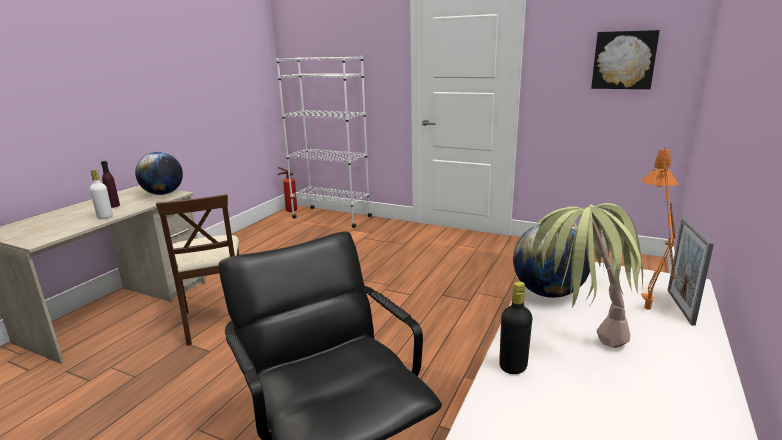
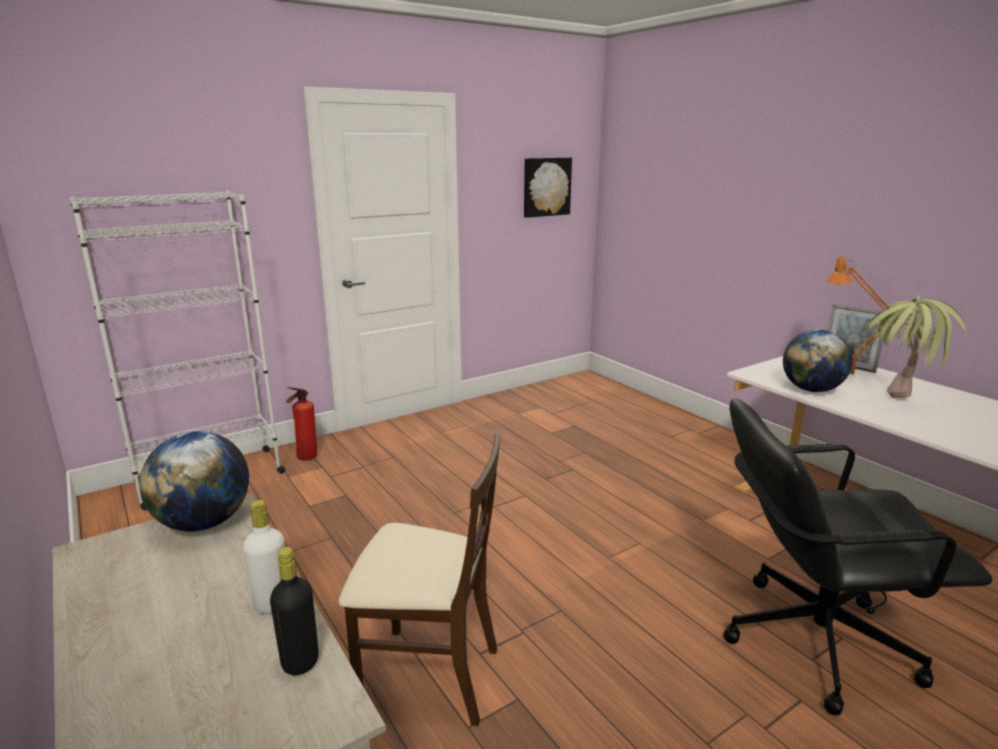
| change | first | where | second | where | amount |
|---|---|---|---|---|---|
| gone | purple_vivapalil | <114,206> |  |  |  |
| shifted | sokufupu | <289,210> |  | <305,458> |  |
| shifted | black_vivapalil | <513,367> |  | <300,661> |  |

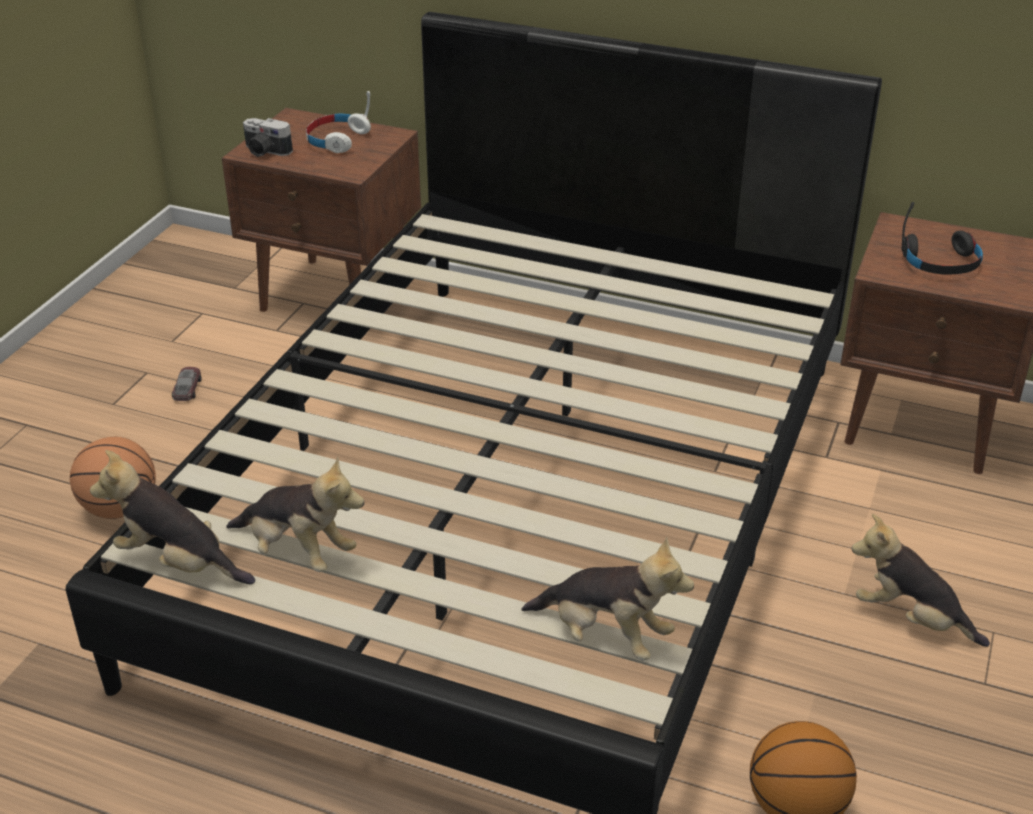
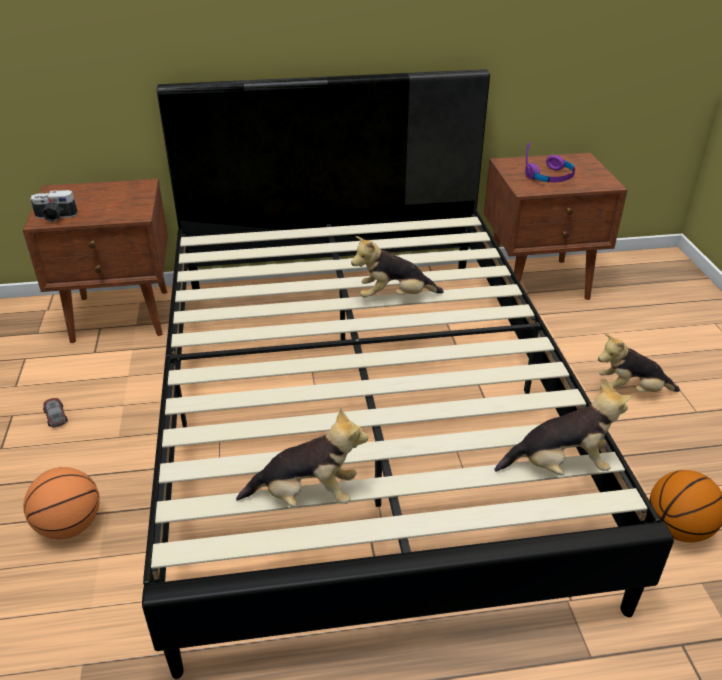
| change | first | where | second | where | amount |
|---|---|---|---|---|---|
| gone | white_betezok | <337,140> |  |  |  |
| repainted | black_betezok | <941,263> | purple_betezok | <550,177> |  |
| shifted | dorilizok | <178,563> |  | <394,297> |  |

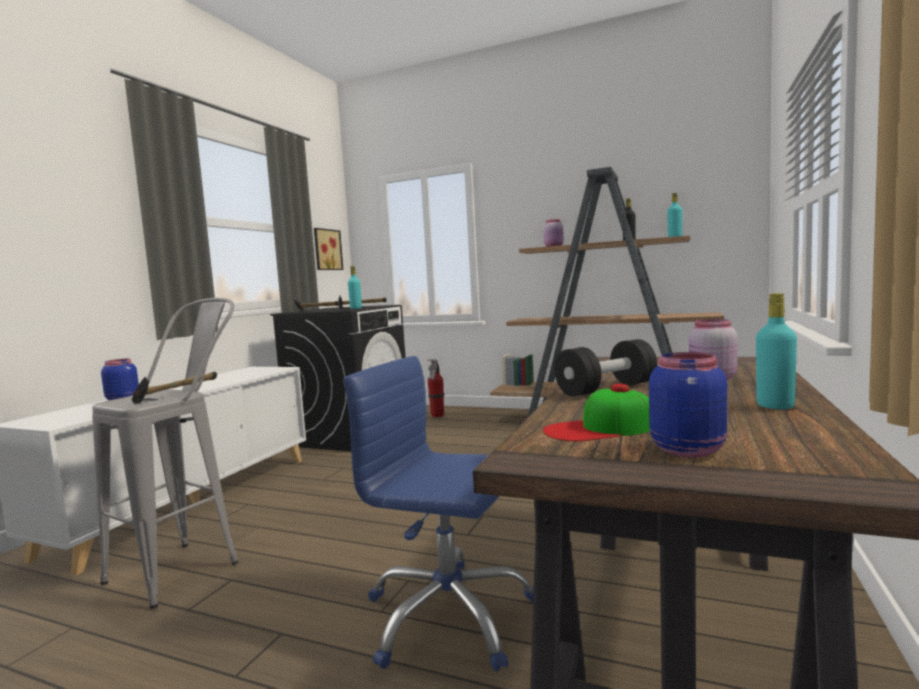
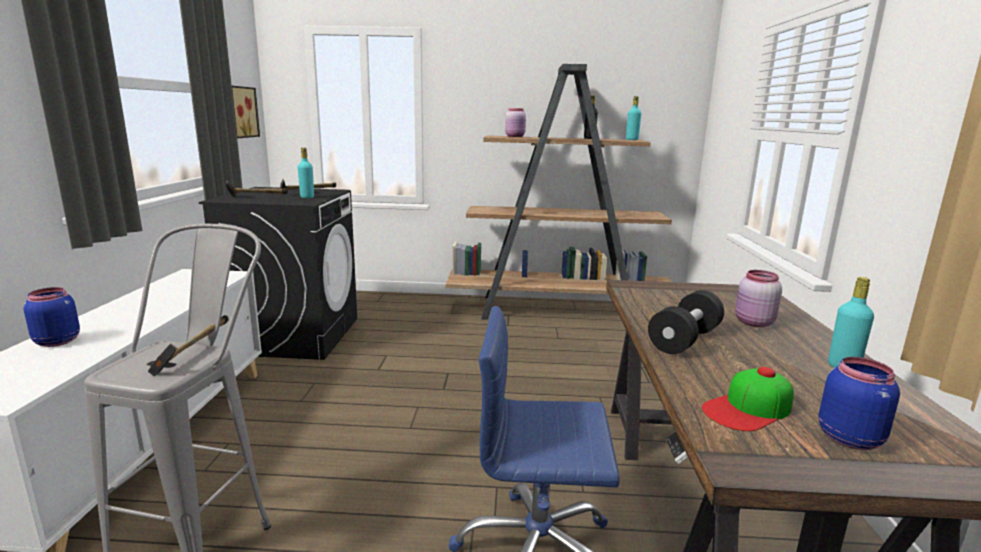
| change | first | where | second | where | amount |
|---|---|---|---|---|---|
| gone | sokufupu | <437,415> |  |  |  |

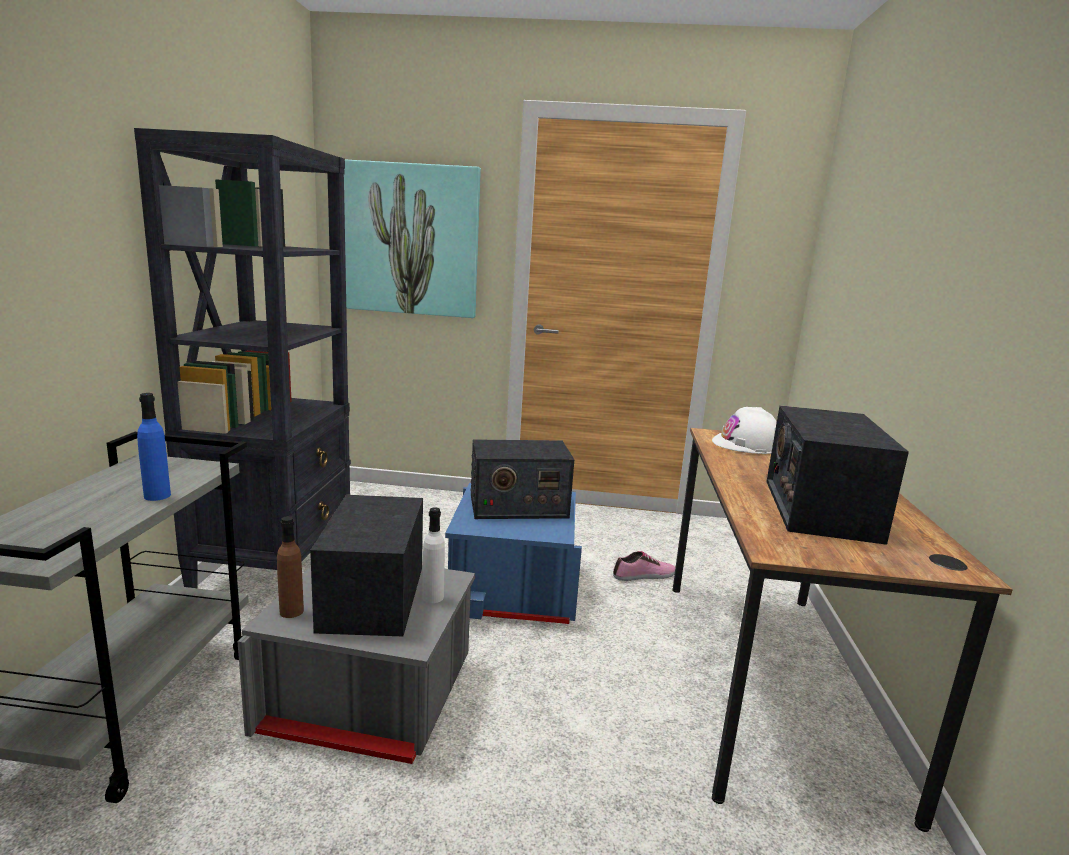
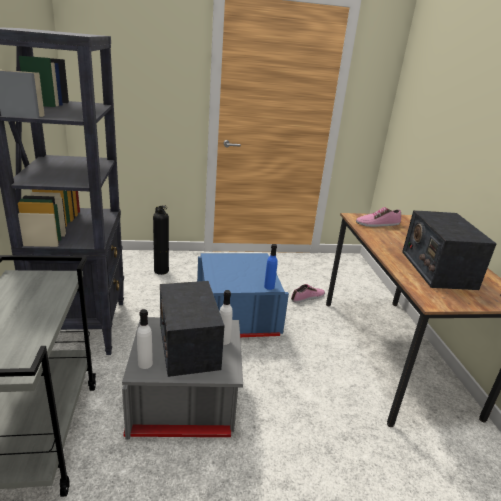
| change | first | where | second | where | amount |
|---|---|---|---|---|---|
| gone | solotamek | <408,240> |  |  |  |
| shifted | blue_vivapalil | <157,496> |  | <269,287> |  |
| swapped | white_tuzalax | <747,444> | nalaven | <377,223> |  |
| gone | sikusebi | <517,506> |  |  |  |
| repainted | brown_vivapalil | <291,611> | white_vivapalil | <145,364> |  |
| new |  |  | sokufupu | <161,270> |  |

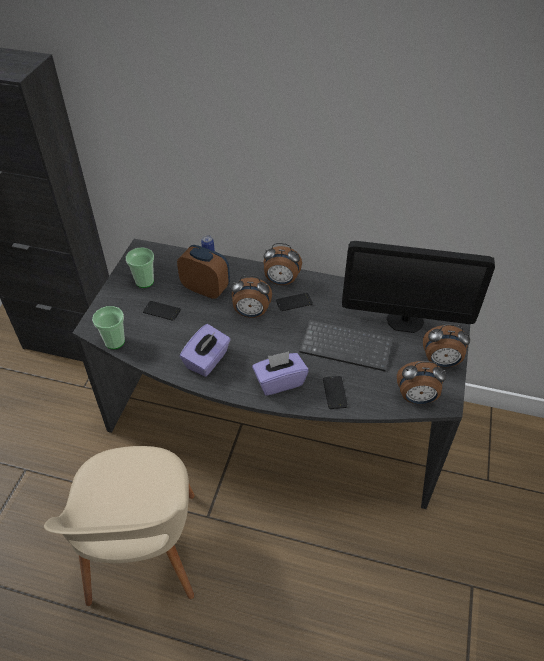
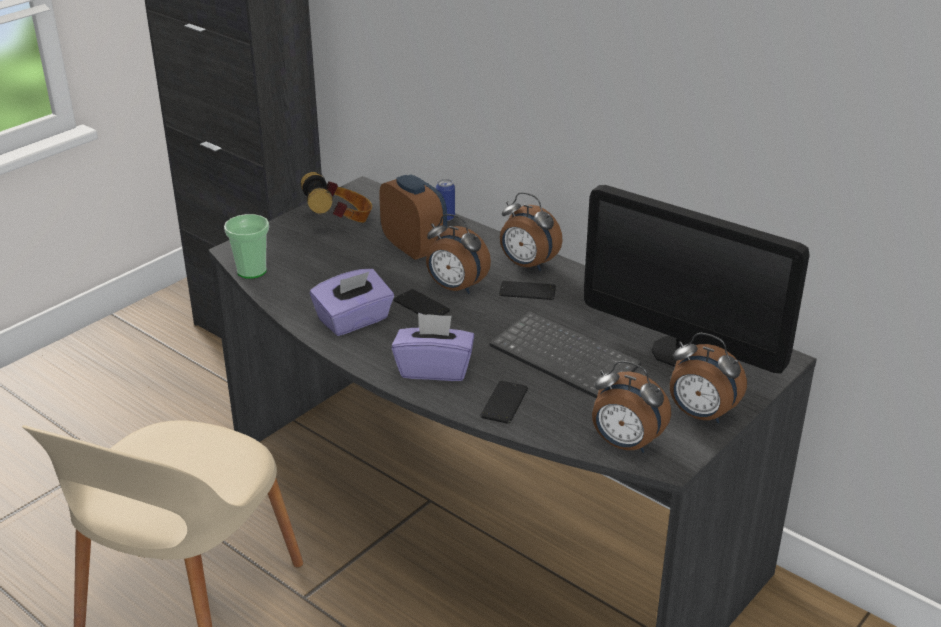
| change | first | where | second | where | amount |
|---|---|---|---|---|---|
| swapped | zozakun | <144,281> | betezok | <339,221> |  |
| shifted | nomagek | <161,311> |  | <421,306> |  |

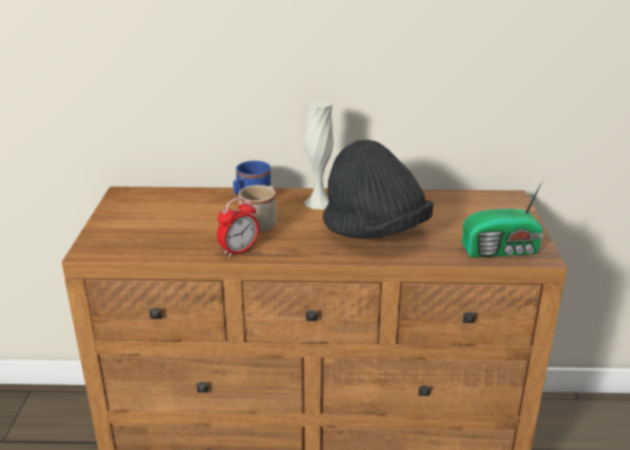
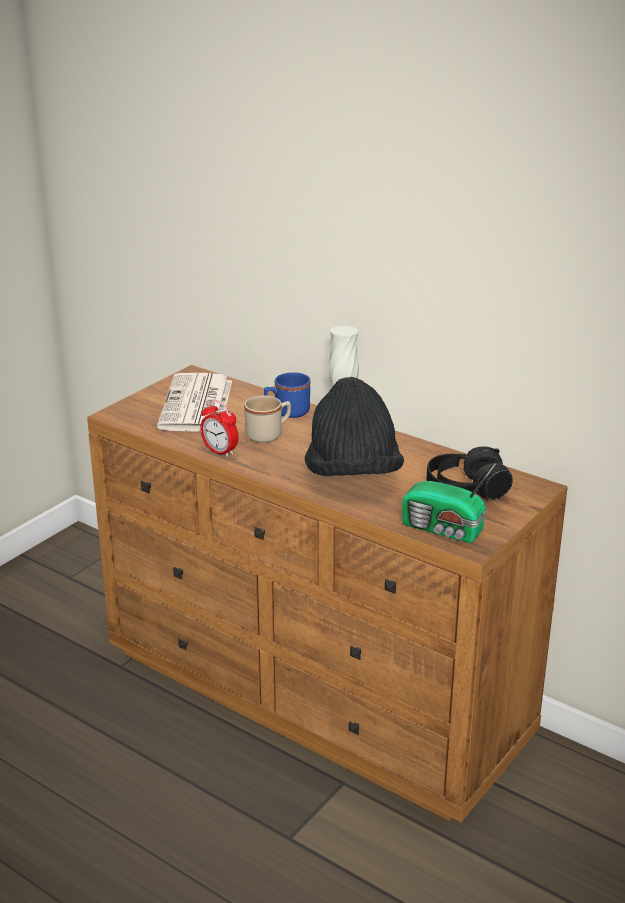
| change | first | where | second | where | amount |
|---|---|---|---|---|---|
| rotated | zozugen | <239,251> |  | <220,451> | 45 degrees clockwise |
| new |  |  | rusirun | <197,405> |  |
| new |  |  | black_betezok | <466,489> |  |

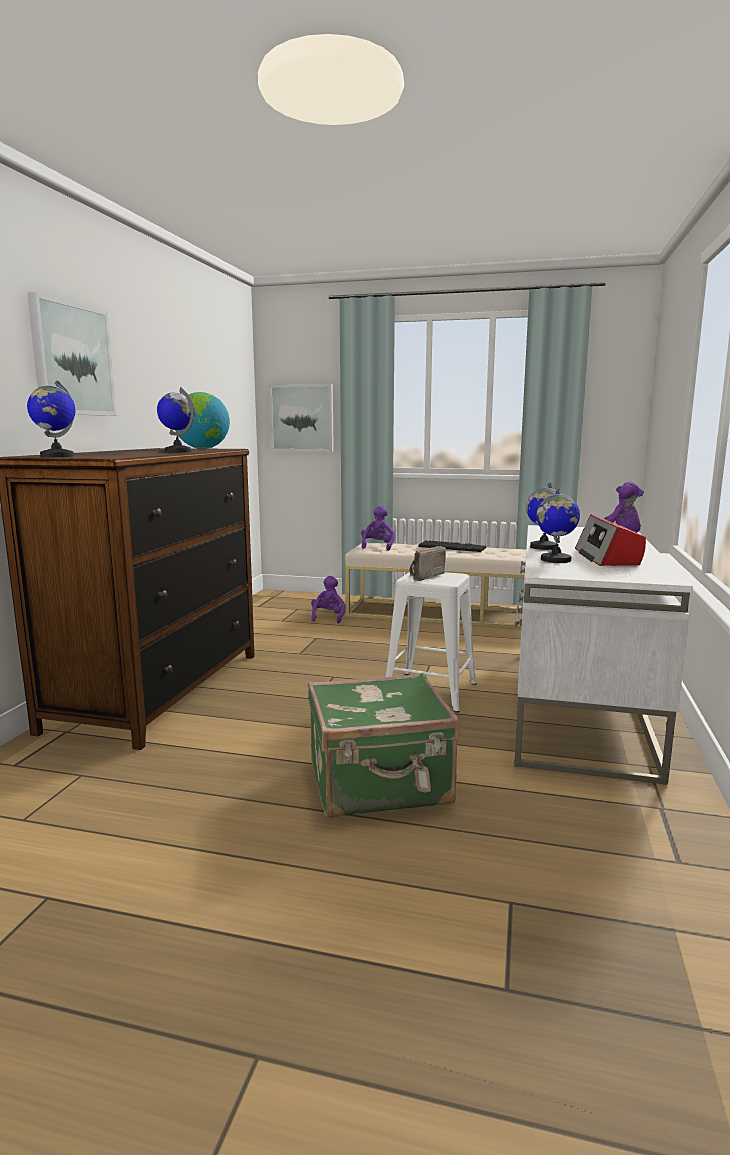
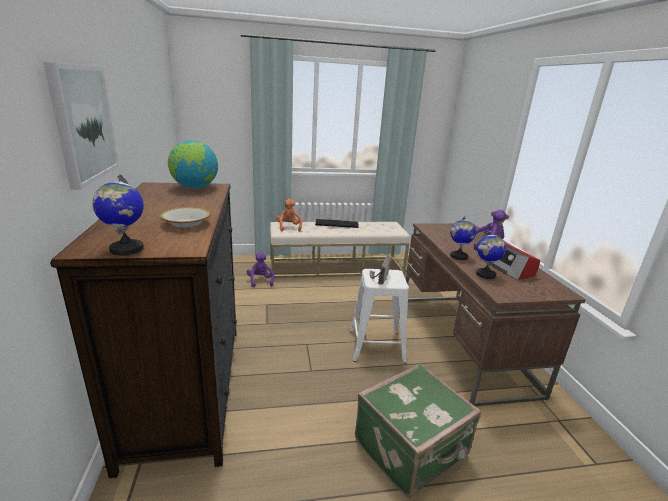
| change | first | where | second | where | amount |
|---|---|---|---|---|---|
| gone | solotamek | <302,418> |  |  |  |
| gone | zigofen | <178,451> |  |  |  |
| repainted | purple_dorilizok | <377,547> | orange_dorilizok | <288,227> |  |
| repainted | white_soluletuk | <578,707> | brown_soluletuk | <463,342> |  |
| new |  |  | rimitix | <186,223> |  |

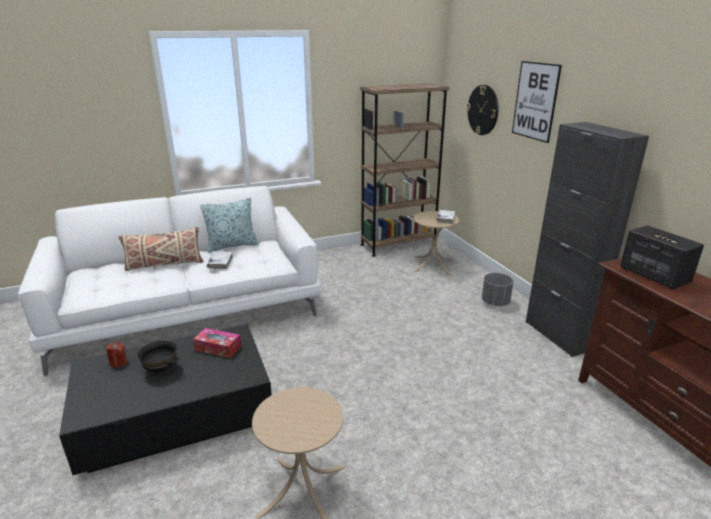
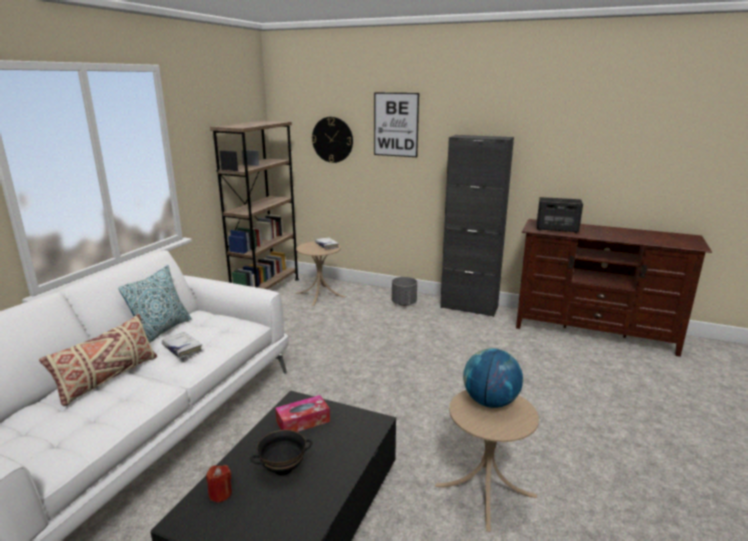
| change | first | where | second | where | amount |
|---|---|---|---|---|---|
| new |  |  | zigofen | <490,402> |  |

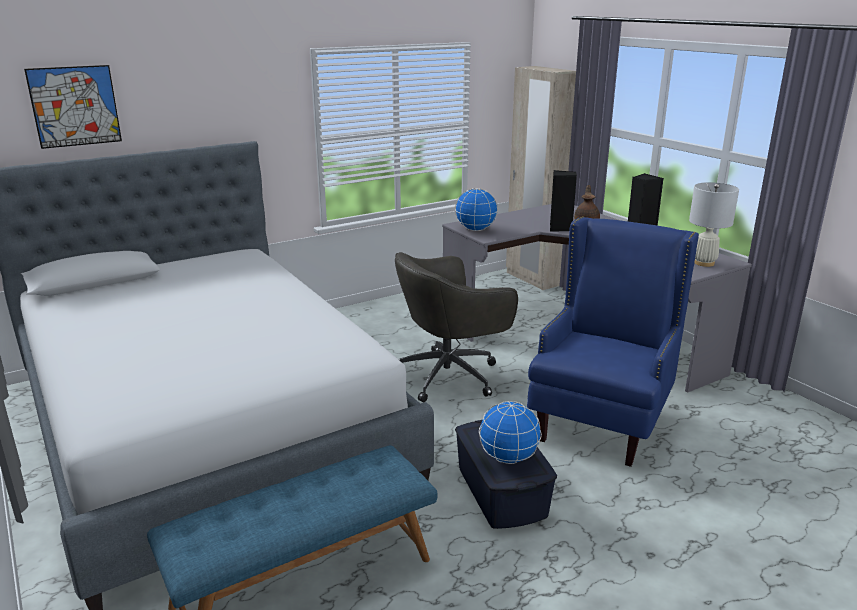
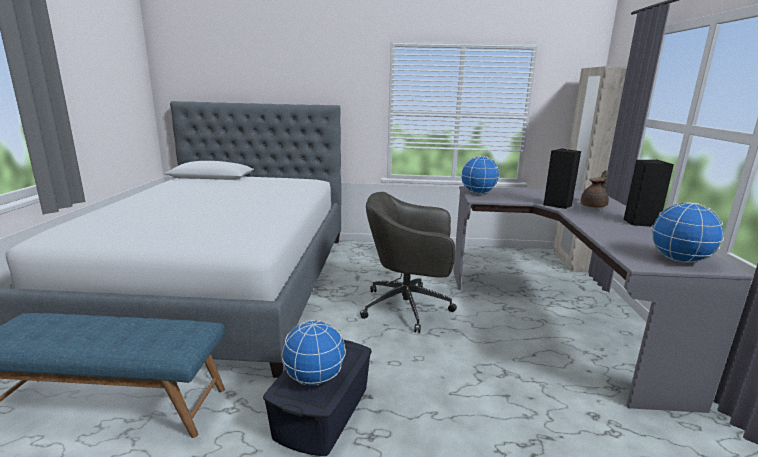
| change | first | where | second | where | amount |
|---|---|---|---|---|---|
| gone | solotamek | <75,106> |  |  |  |
| swapped | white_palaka | <704,263> | zigofen | <679,260> |  |
| gone | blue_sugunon | <600,422> |  |  |  |

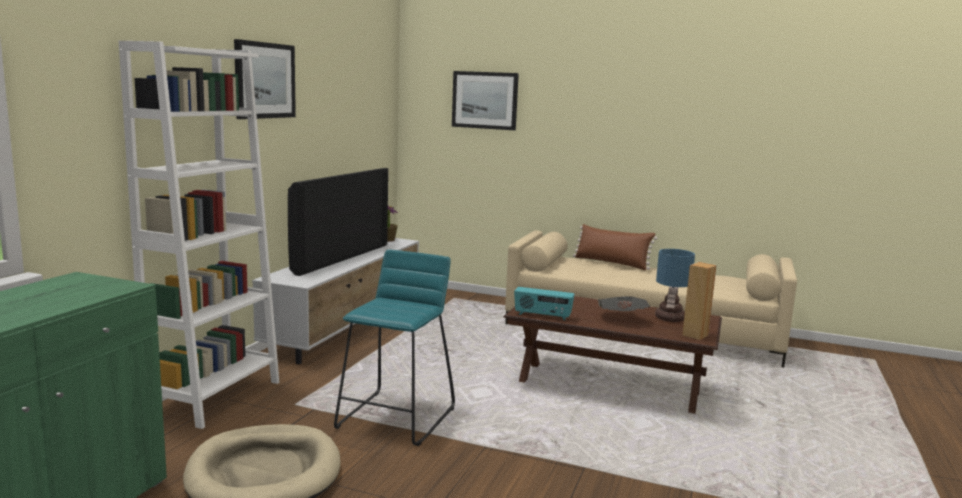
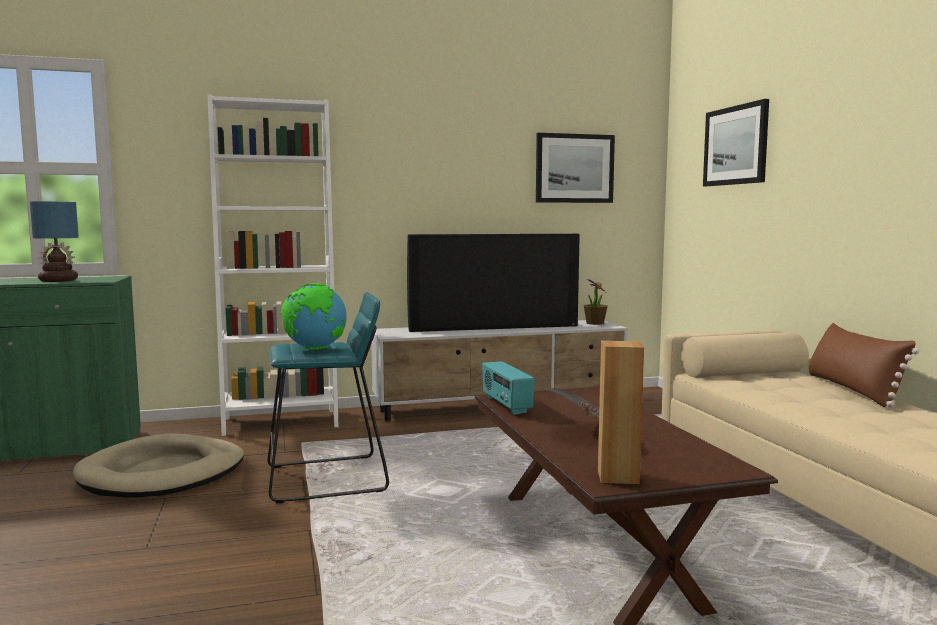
| change | first | where | second | where | amount |
|---|---|---|---|---|---|
| shifted | solotamek | <264,80> |  | <574,168> |  |
| shifted | palaka | <669,317> |  | <60,280> |  |
| new |  |  | zigofen | <315,349> |  |

